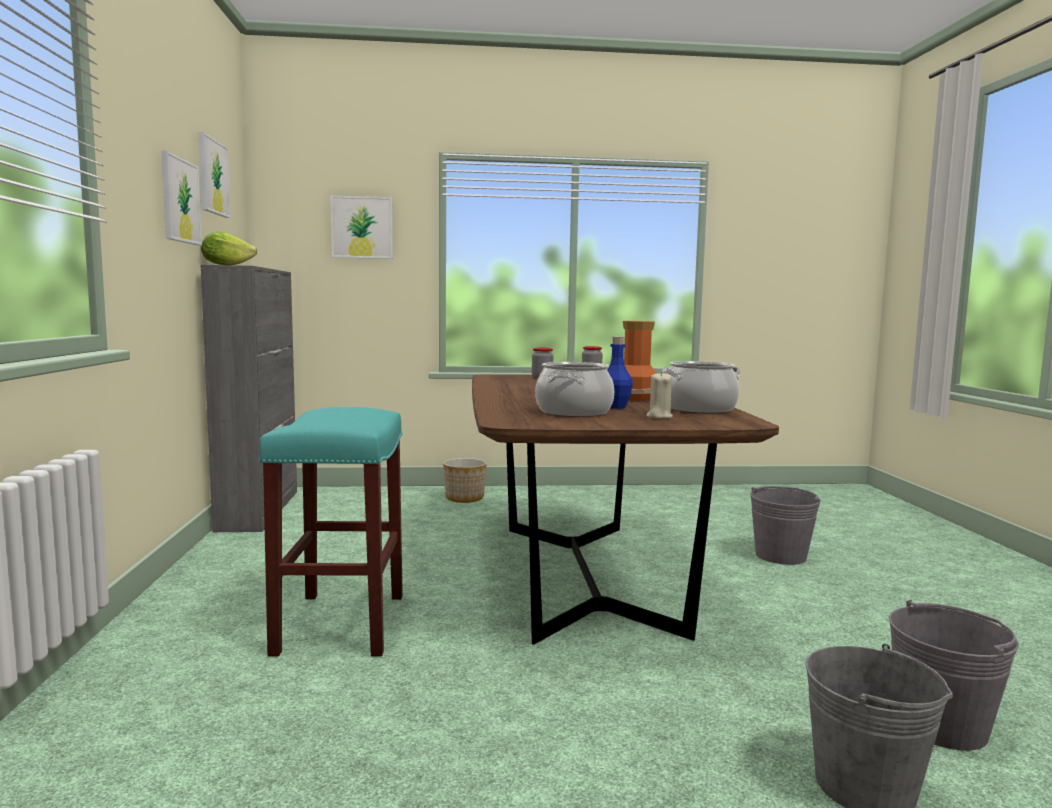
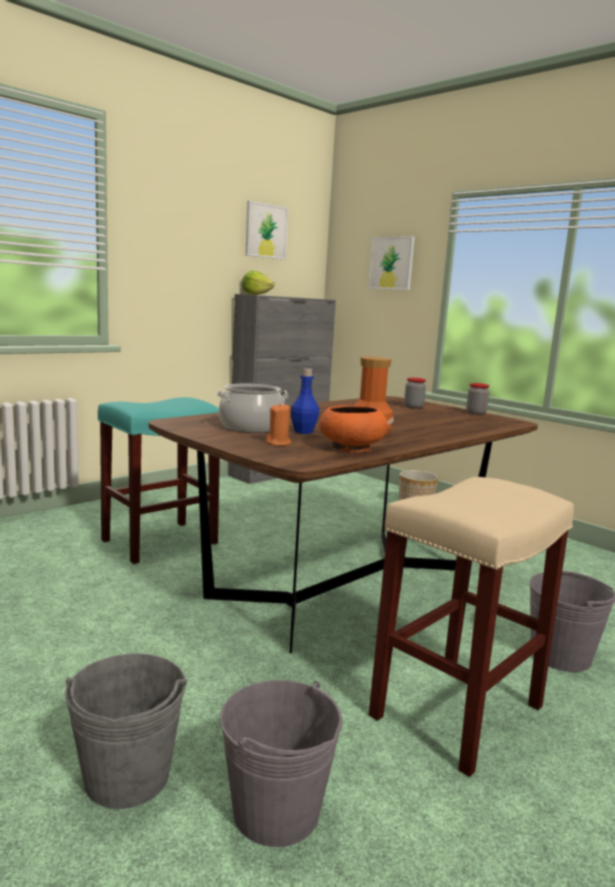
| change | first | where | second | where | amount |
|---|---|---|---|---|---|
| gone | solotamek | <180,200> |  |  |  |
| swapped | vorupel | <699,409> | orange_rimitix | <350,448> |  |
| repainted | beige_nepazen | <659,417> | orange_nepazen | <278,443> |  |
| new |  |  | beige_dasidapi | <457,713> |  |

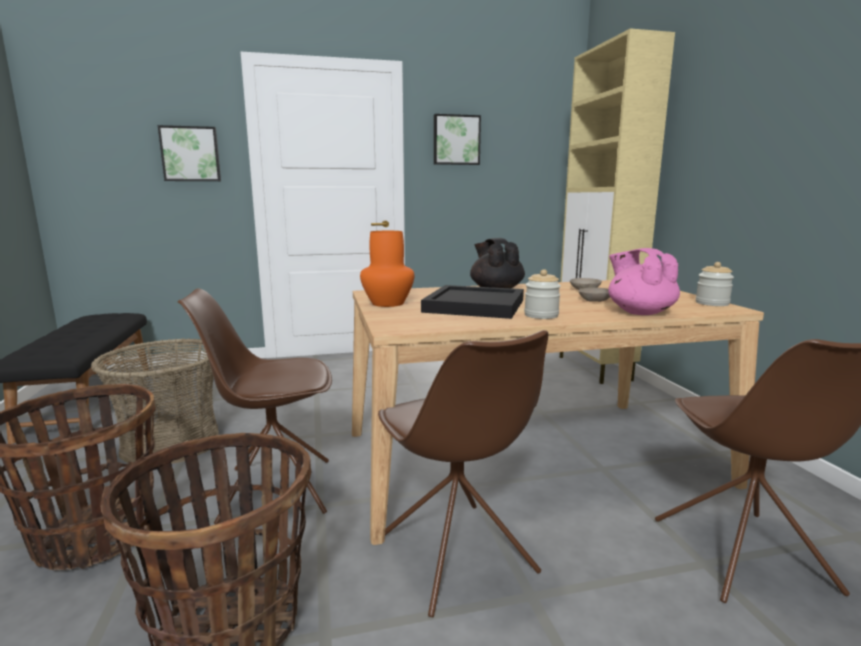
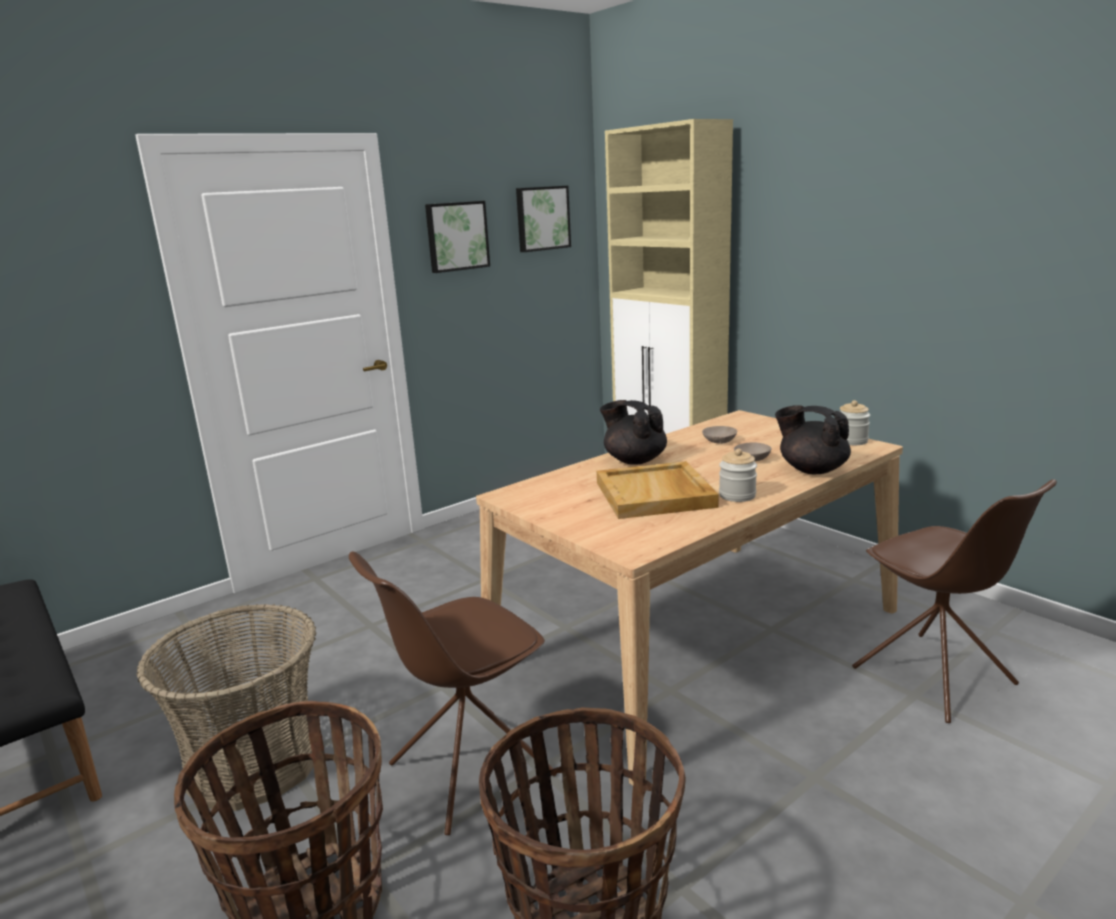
| change | first | where | second | where | amount |
|---|---|---|---|---|---|
| shifted | solotamek | <191,154> |  | <542,218> |  |
| gone | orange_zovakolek | <387,303> |  |  |  |
| repainted | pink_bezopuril | <639,312> | black_bezopuril | <812,470> |  |
| repainted | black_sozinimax | <475,306> | beige_sozinimax | <655,495> |  |
| gone | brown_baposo | <457,556> |  |  |  |

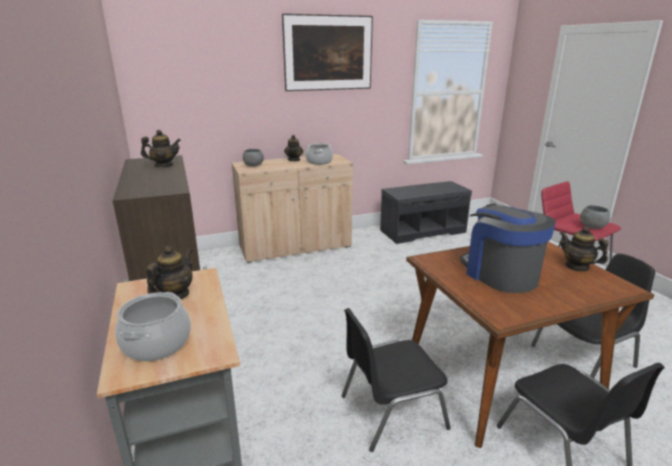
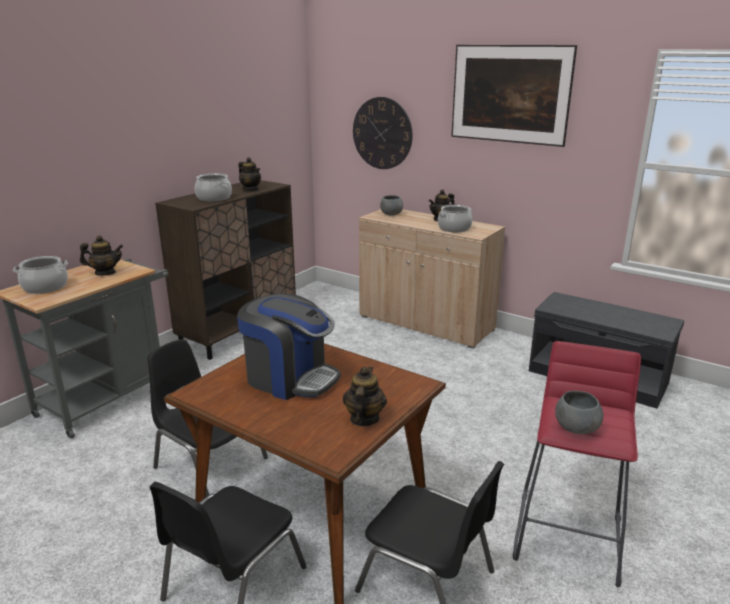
| change | first | where | second | where | amount |
|---|---|---|---|---|---|
| rotated | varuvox | <500,274> |  | <290,378> | 90 degrees clockwise |
| new |  |  | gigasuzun | <382,133> |  |
| new |  |  | vorupel | <213,198> |  |

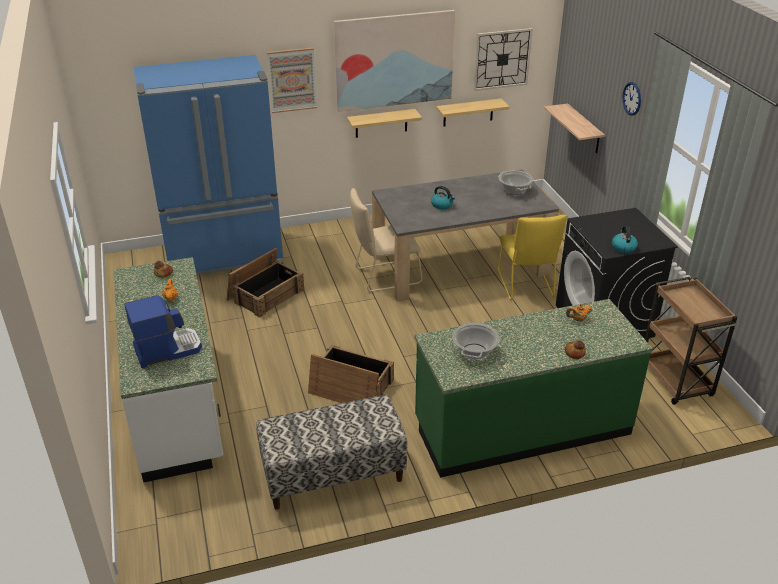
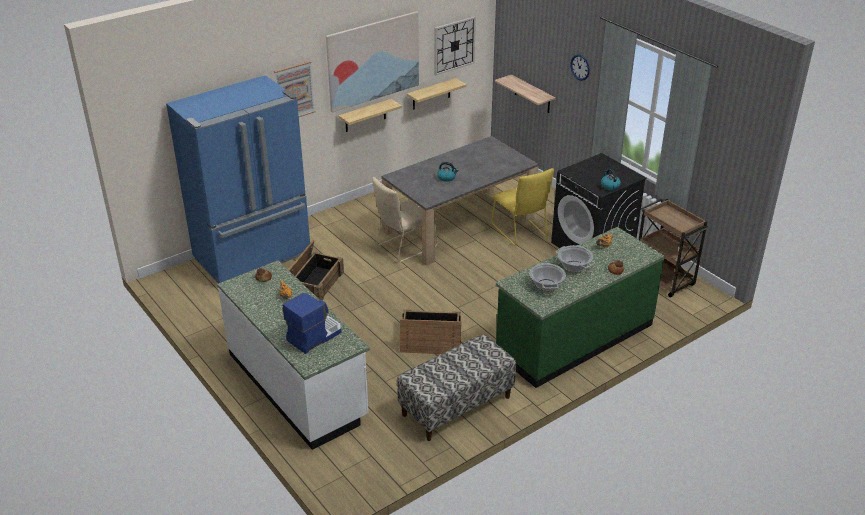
| change | first | where | second | where | amount |
|---|---|---|---|---|---|
| shifted | vorupel | <514,190> |  | <573,266> |  |

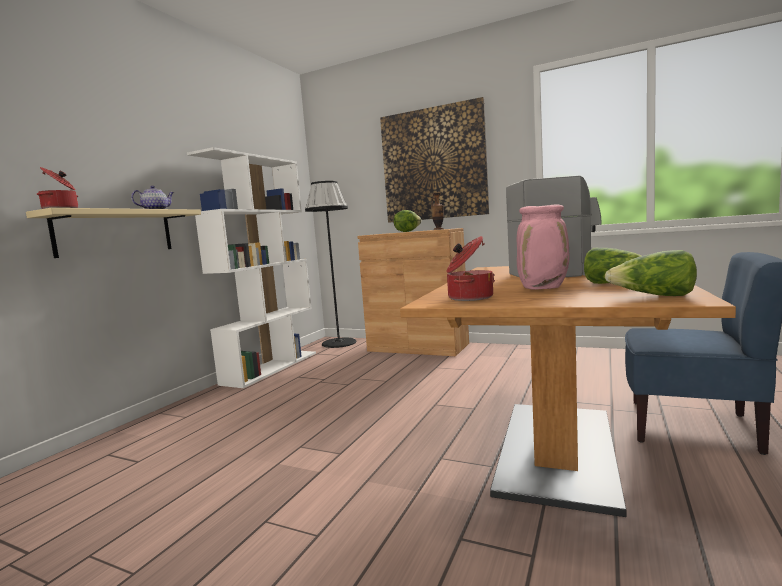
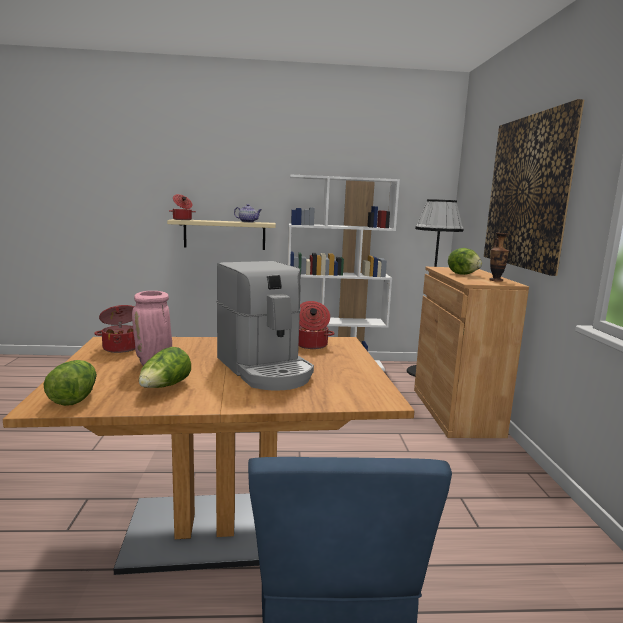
| change | first | where | second | where | amount |
|---|---|---|---|---|---|
| new |  |  | vorupel | <311,345> |  |

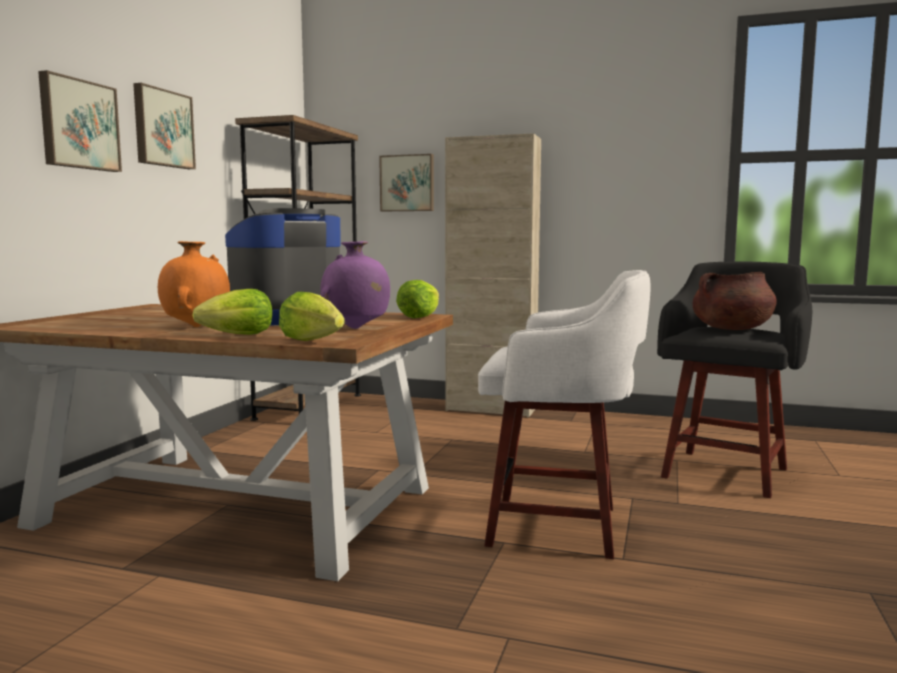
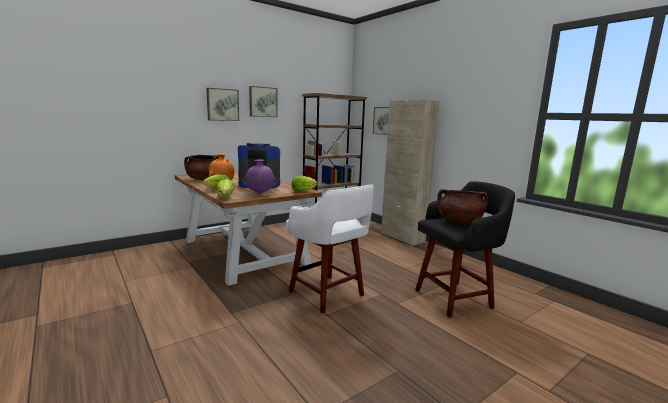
| change | first | where | second | where | amount |
|---|---|---|---|---|---|
| new |  |  | brown_vorupel | <203,179> |  |

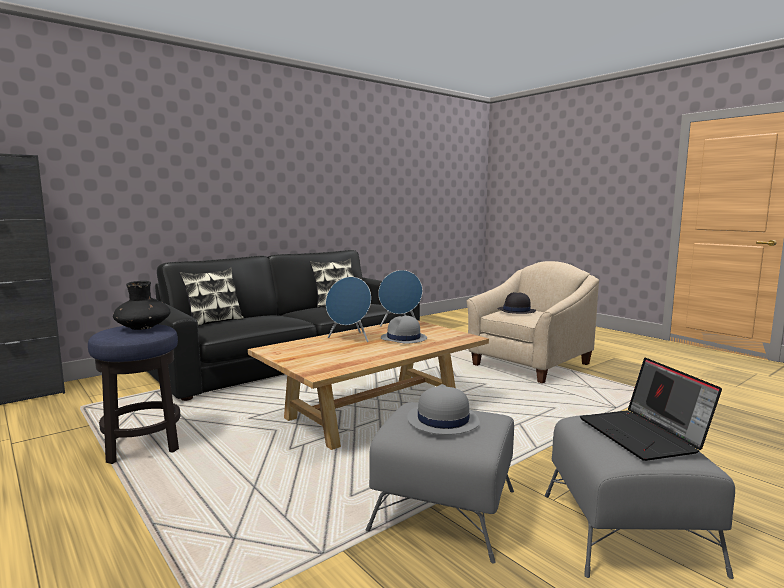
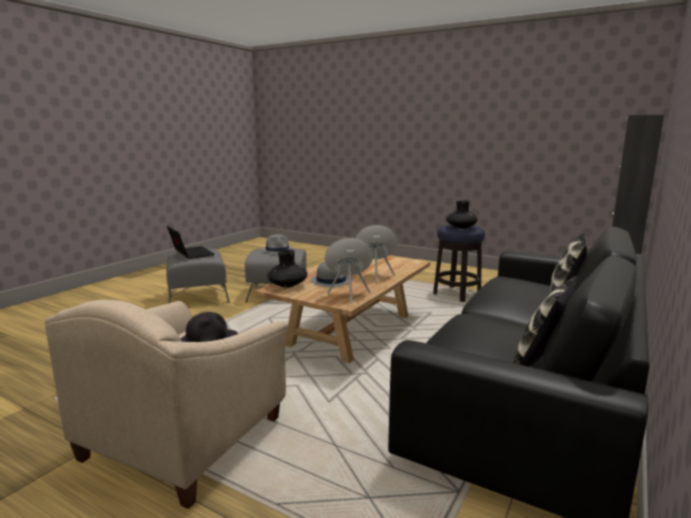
| change | first | where | second | where | amount |
|---|---|---|---|---|---|
| new |  |  | black_zovakolek | <287,285> |  |

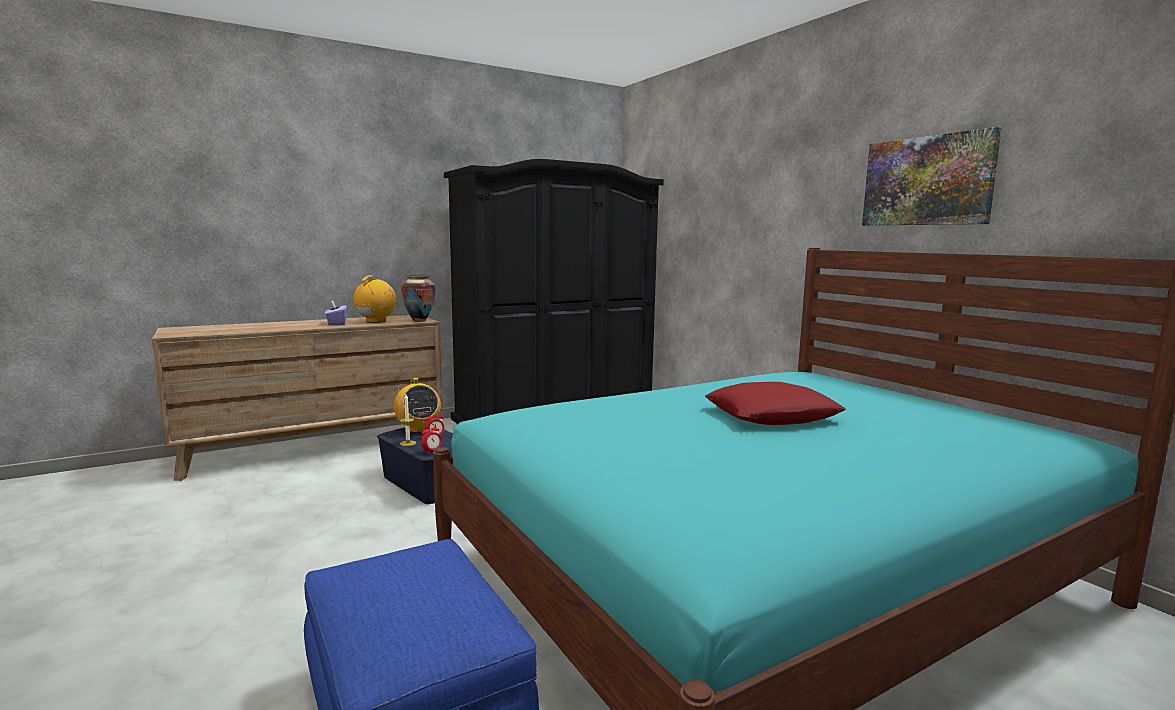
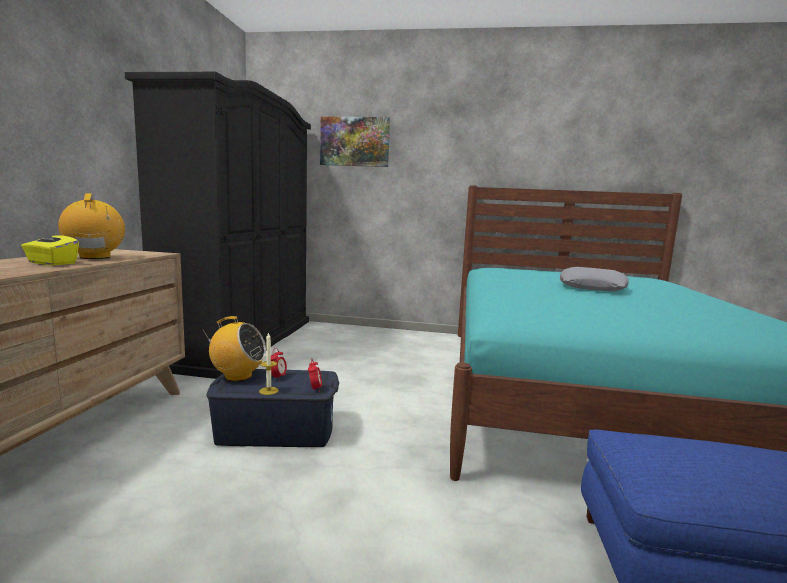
| change | first | where | second | where | amount |
|---|---|---|---|---|---|
| shifted | solotamek | <927,181> |  | <354,142> |  |
| gone | zovakolek | <419,321> |  |  |  |
| repainted | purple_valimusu | <336,323> | yellow_valimusu | <51,263> |  |
| repainted | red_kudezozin | <771,415> | grey_kudezozin | <592,287> |  |

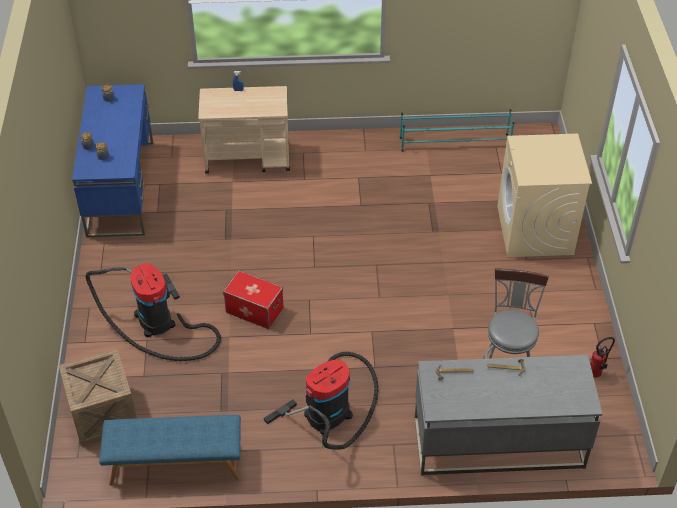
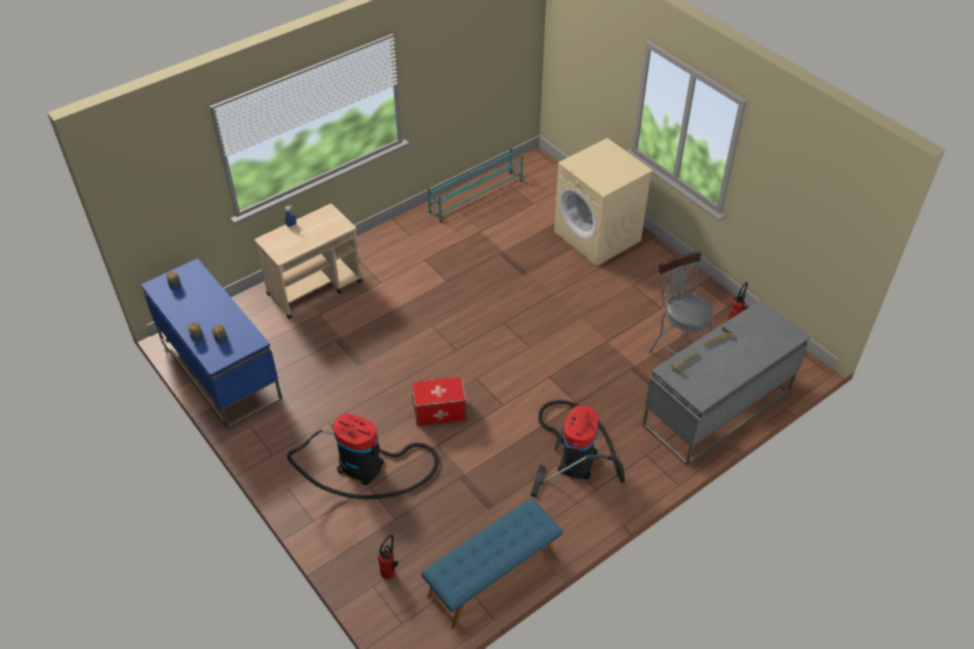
| change | first | where | second | where | amount |
|---|---|---|---|---|---|
| swapped | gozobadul | <103,414> | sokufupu | <390,572> |  |

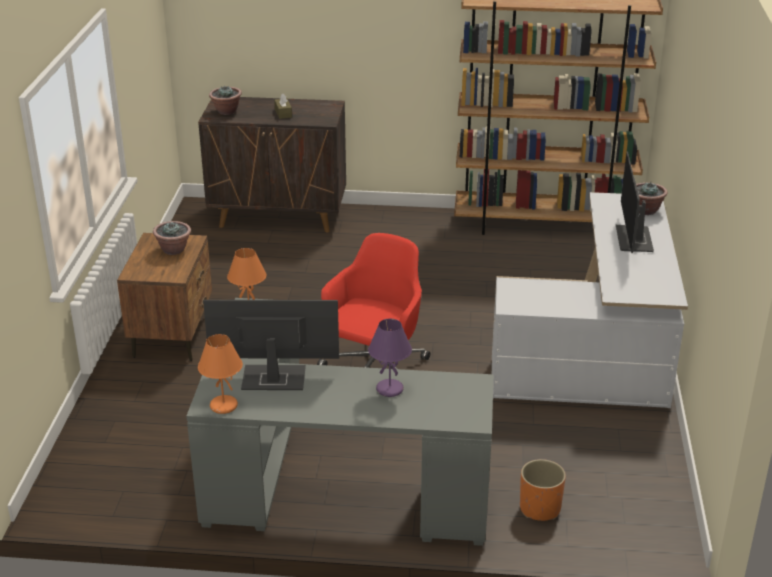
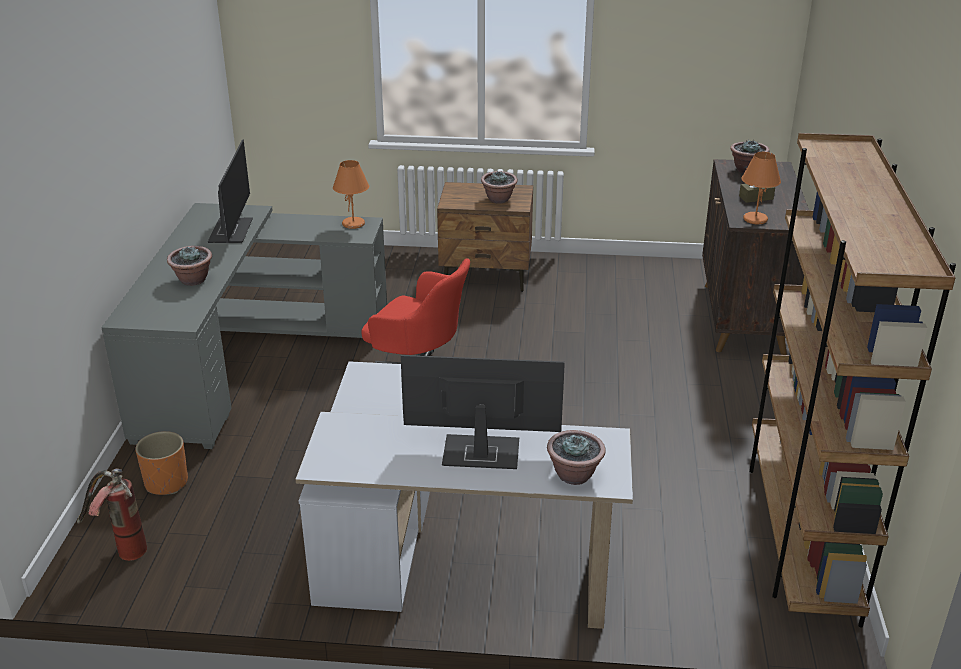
| change | first | where | second | where | amount |
|---|---|---|---|---|---|
| swapped | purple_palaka | <390,389> | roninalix | <193,280> |  |
| shifted | orange_palaka | <223,406> |  | <755,219> |  |
| new |  |  | sokufupu | <120,550> |  |

